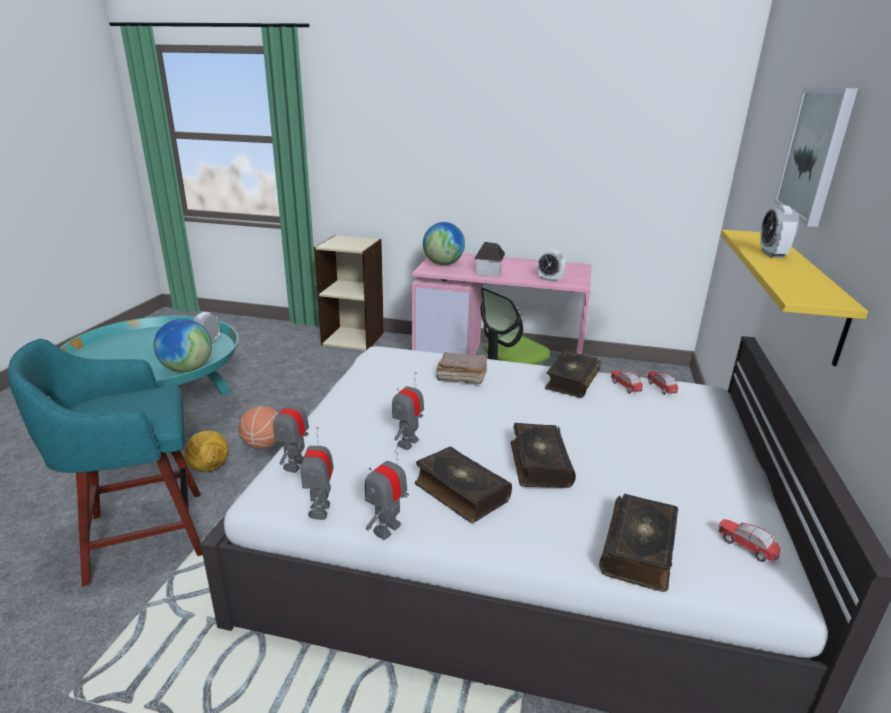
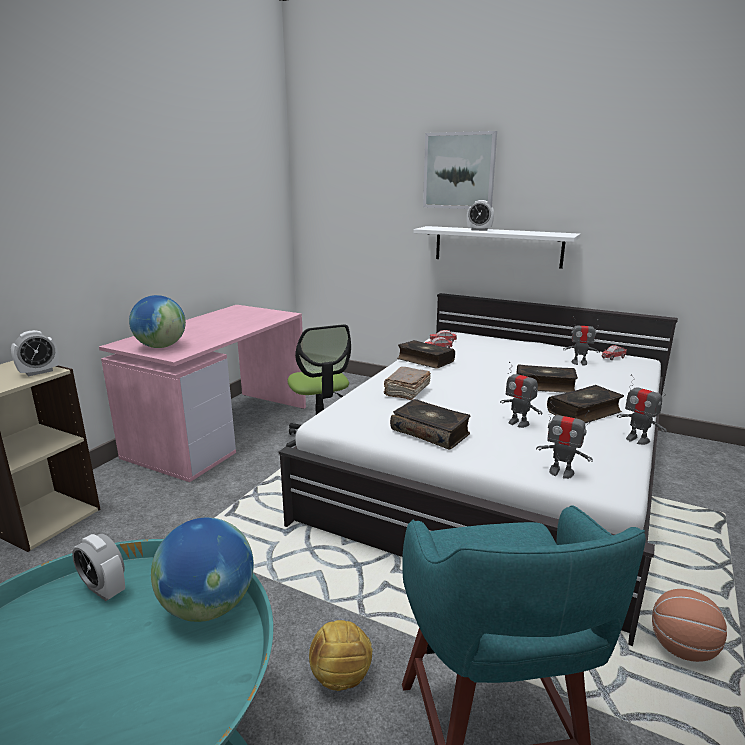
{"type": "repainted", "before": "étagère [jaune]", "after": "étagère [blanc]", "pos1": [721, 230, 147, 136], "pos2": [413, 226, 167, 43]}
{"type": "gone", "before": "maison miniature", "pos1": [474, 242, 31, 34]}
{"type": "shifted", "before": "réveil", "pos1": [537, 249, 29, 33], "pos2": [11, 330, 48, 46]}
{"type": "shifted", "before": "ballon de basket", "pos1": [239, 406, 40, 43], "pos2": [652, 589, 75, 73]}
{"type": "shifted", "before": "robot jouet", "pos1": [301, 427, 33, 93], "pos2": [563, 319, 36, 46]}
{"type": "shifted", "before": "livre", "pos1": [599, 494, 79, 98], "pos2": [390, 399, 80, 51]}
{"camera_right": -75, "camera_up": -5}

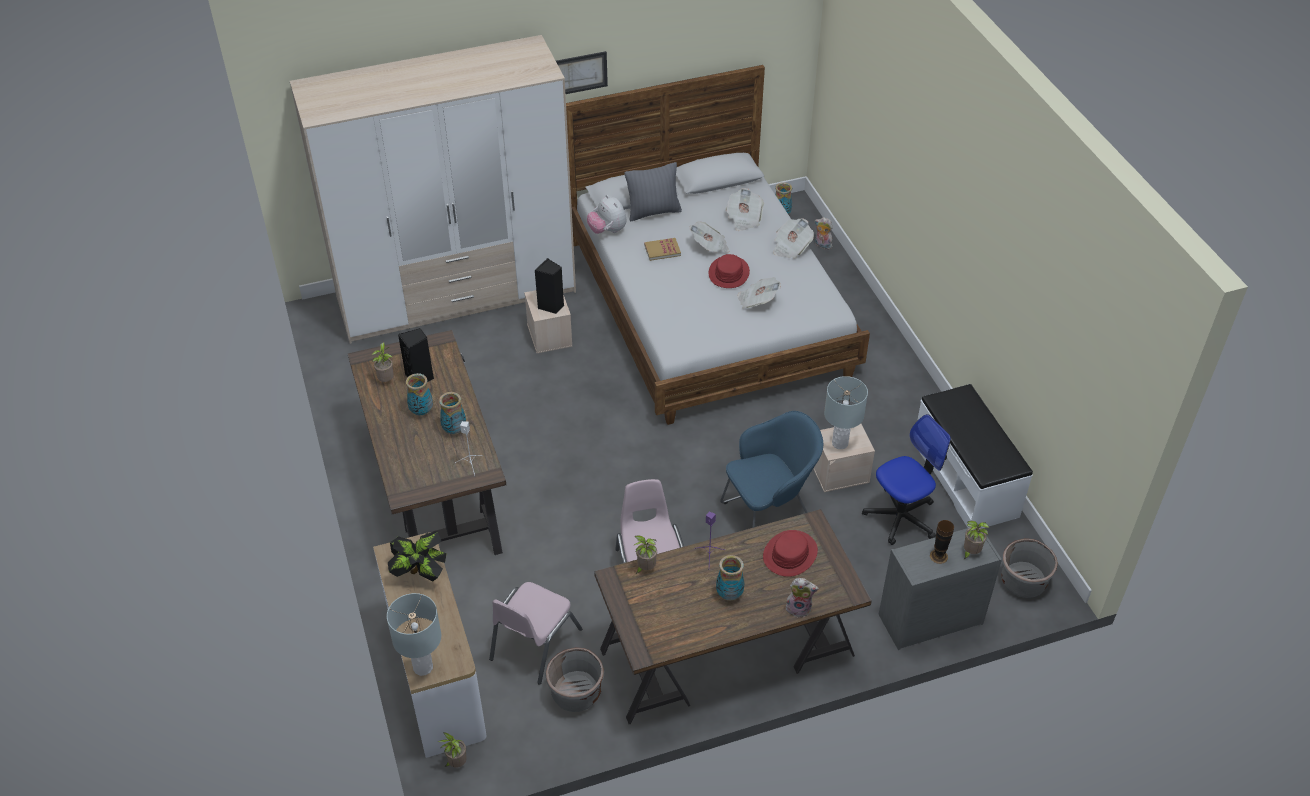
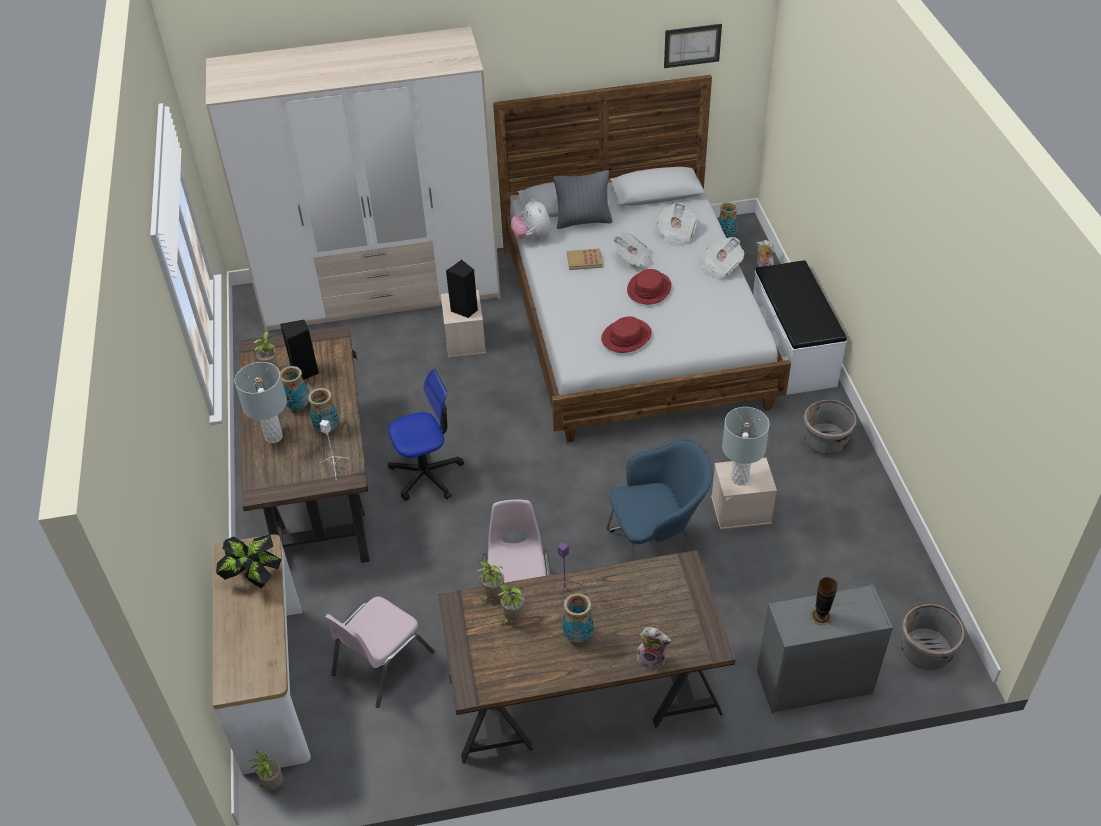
{"type": "shifted", "before": "tableau", "pos1": [556, 51, 52, 43], "pos2": [664, 24, 58, 44]}
{"type": "gone", "before": "journal", "pos1": [737, 277, 44, 32]}
{"type": "shifted", "before": "banc [blanc]", "pos1": [917, 384, 116, 144], "pos2": [753, 260, 94, 135]}
{"type": "shifted", "before": "chaise de bureau", "pos1": [862, 414, 89, 131], "pos2": [388, 369, 76, 132]}
{"type": "shifted", "before": "plante en pot", "pos1": [963, 521, 26, 39], "pos2": [497, 584, 28, 42]}
{"type": "shifted", "before": "chapeau [rouge]", "pos1": [763, 530, 55, 47], "pos2": [601, 316, 51, 37]}
{"type": "shifted", "before": "lampe de table [gris]", "pos1": [387, 593, 54, 83], "pos2": [234, 362, 53, 81]}
{"type": "shifted", "before": "cache-pot [gris]", "pos1": [545, 647, 59, 65], "pos2": [803, 399, 54, 56]}
{"camera_right": 10, "camera_up": 0}

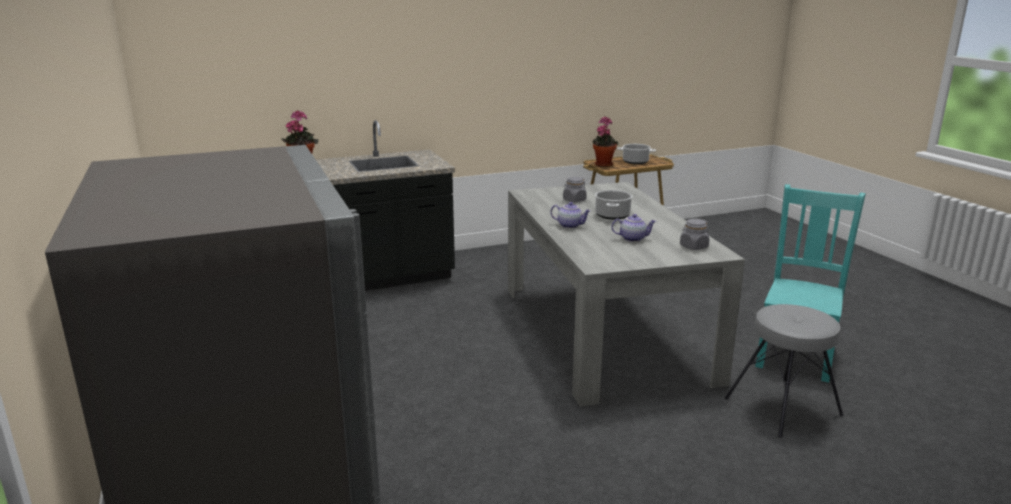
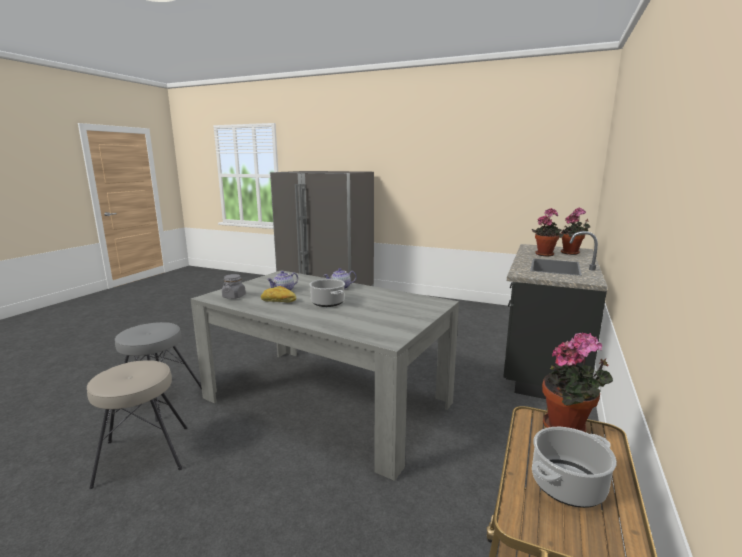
{"type": "gone", "before": "bocal [gris]", "pos1": [563, 177, 24, 25]}
{"type": "swapped", "before": "chaise [turquoise]", "after": "tabouret [beige]", "pos1": [755, 184, 111, 199], "pos2": [87, 360, 100, 129]}
{"type": "new", "after": "plante en pot", "pos2": [532, 208, 32, 48]}
{"type": "new", "after": "pain", "pos2": [261, 286, 35, 16]}
{"camera_right": 135, "camera_up": -5}

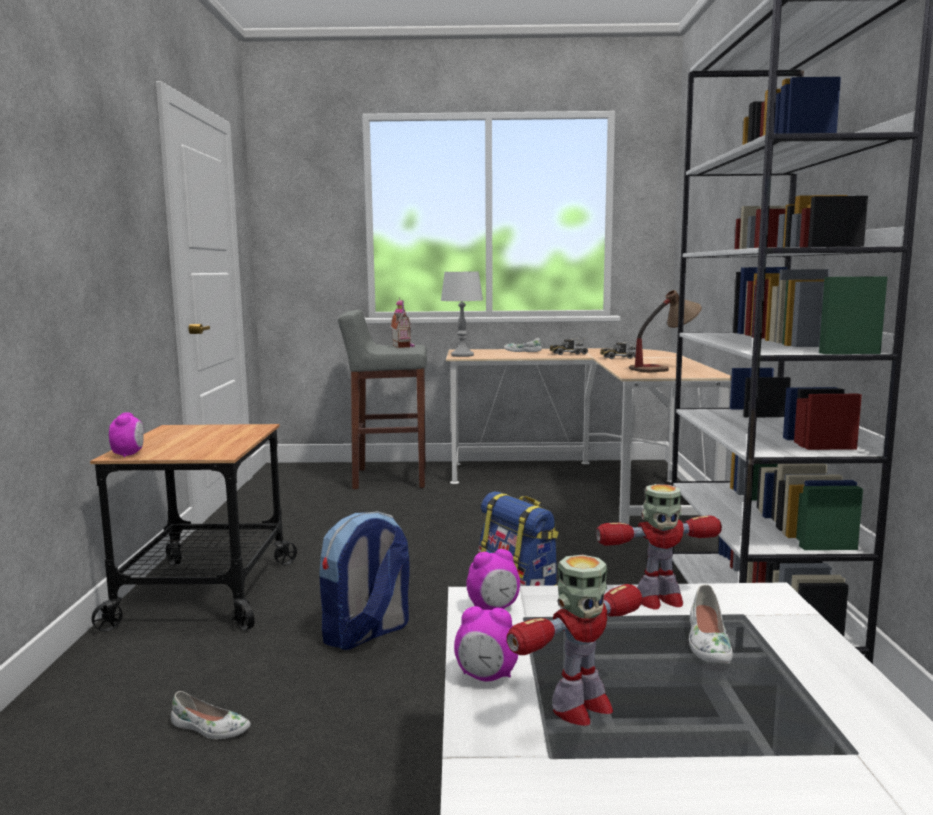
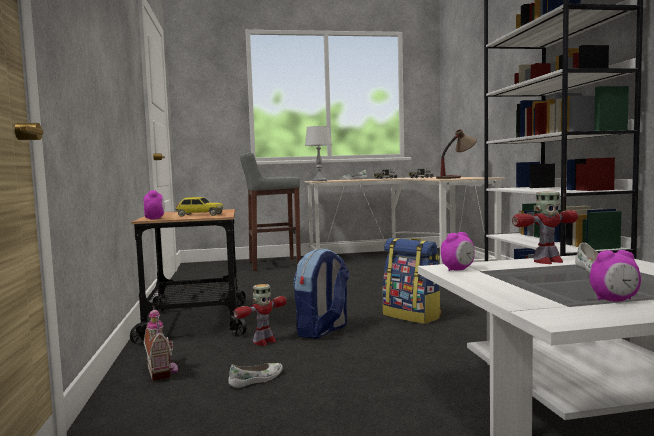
{"type": "shifted", "before": "maison miniature", "pos1": [390, 297, 25, 51], "pos2": [144, 306, 34, 76]}
{"type": "shifted", "before": "robot jouet", "pos1": [506, 555, 136, 171], "pos2": [233, 284, 54, 62]}
{"type": "shifted", "before": "réveil", "pos1": [454, 606, 64, 75], "pos2": [589, 250, 52, 52]}
{"type": "rotated", "before": "chaussure [blanc]", "pos1": [171, 691, 80, 48], "pos2": [228, 363, 55, 25], "turn": -45}
{"type": "new", "after": "petite voiture", "pos2": [175, 197, 49, 19]}
{"camera_right": -10, "camera_up": -5}

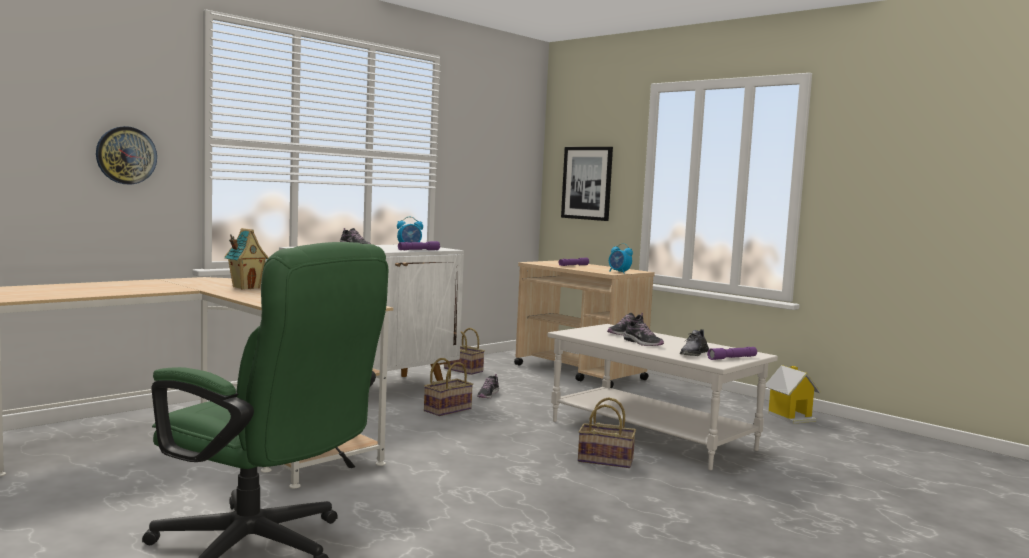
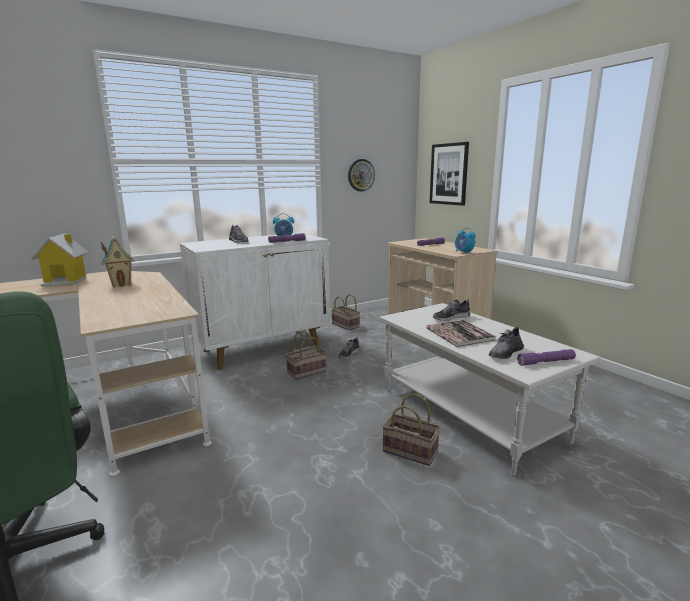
{"type": "shifted", "before": "horloge murale", "pos1": [96, 126, 61, 59], "pos2": [348, 159, 27, 32]}
{"type": "swapped", "before": "chaussure", "after": "livre", "pos1": [624, 319, 40, 27], "pos2": [426, 320, 70, 27]}
{"type": "shifted", "before": "maison miniature", "pos1": [766, 365, 55, 59], "pos2": [31, 233, 58, 54]}
{"camera_right": 15, "camera_up": 10}

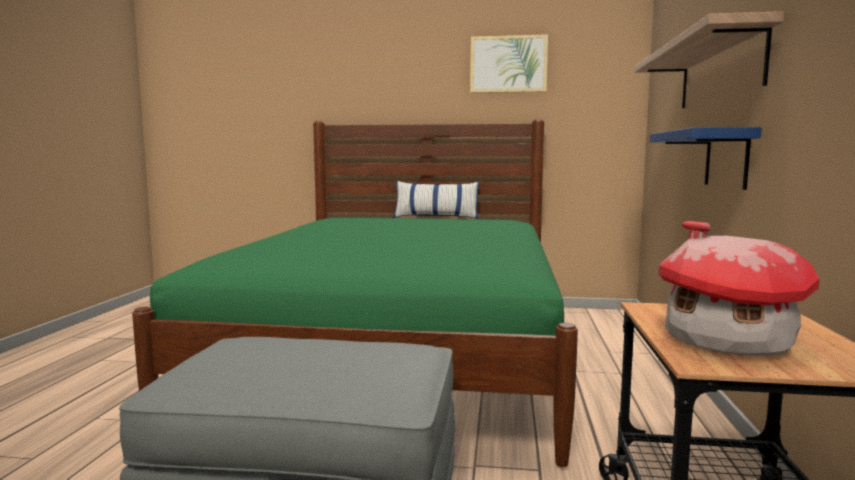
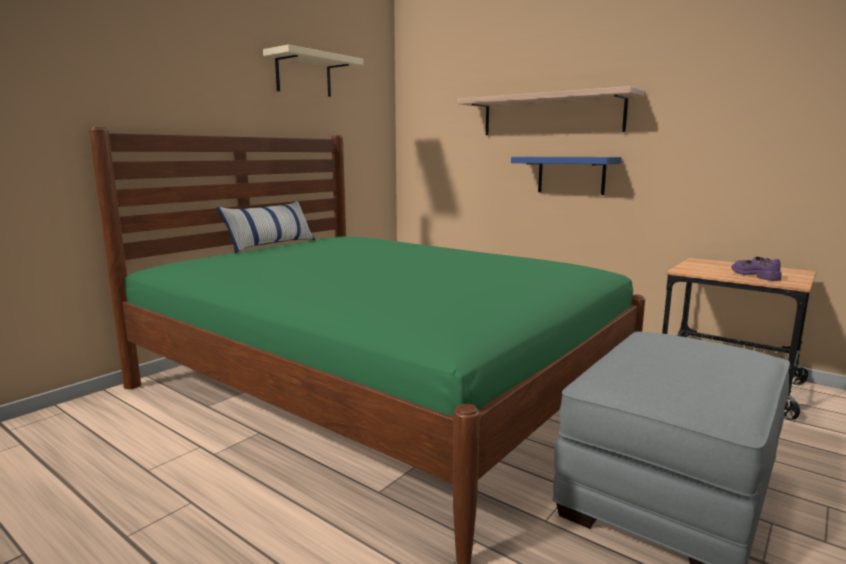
{"type": "swapped", "before": "tableau", "after": "étagère [beige]", "pos1": [470, 34, 78, 59], "pos2": [263, 44, 101, 53]}
{"type": "swapped", "before": "maison miniature", "after": "chaussure [violet]", "pos1": [658, 221, 161, 135], "pos2": [731, 257, 51, 24]}
{"camera_right": -60, "camera_up": 5}

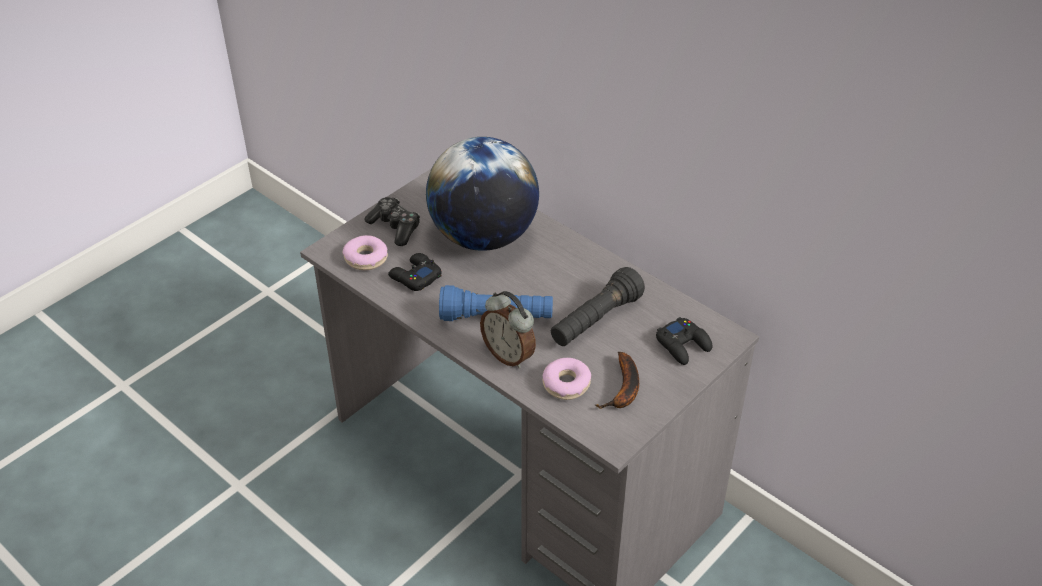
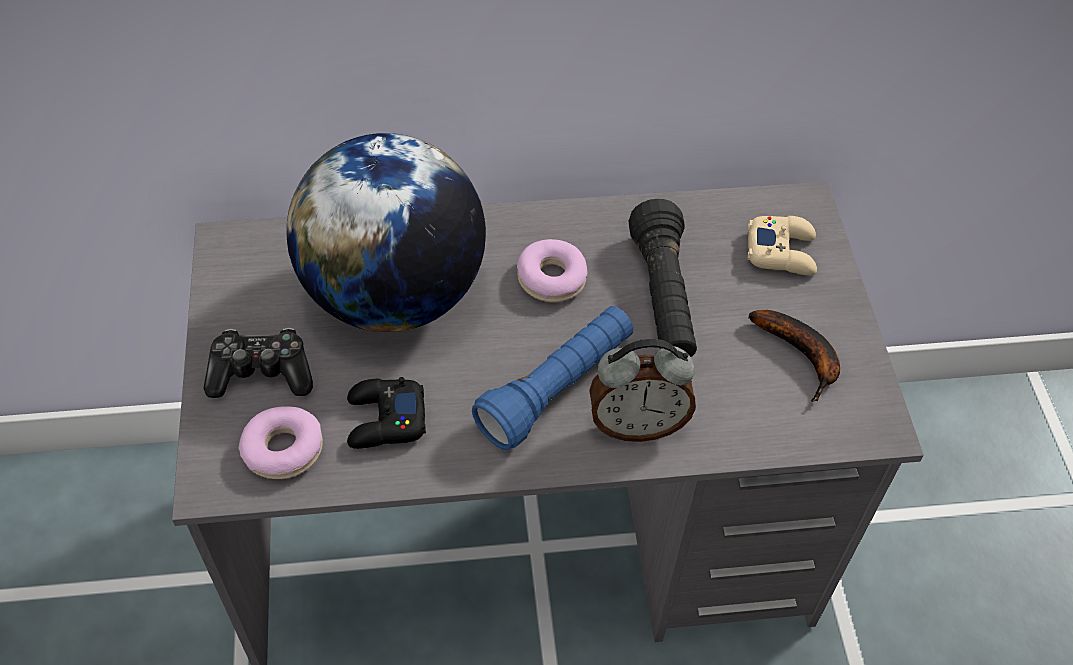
{"type": "repainted", "before": "manette [noir]", "after": "manette [beige]", "pos1": [656, 317, 56, 48], "pos2": [748, 216, 69, 60]}
{"type": "shifted", "before": "beignet", "pos1": [543, 358, 48, 42], "pos2": [517, 239, 71, 63]}
{"camera_right": -50, "camera_up": 10}

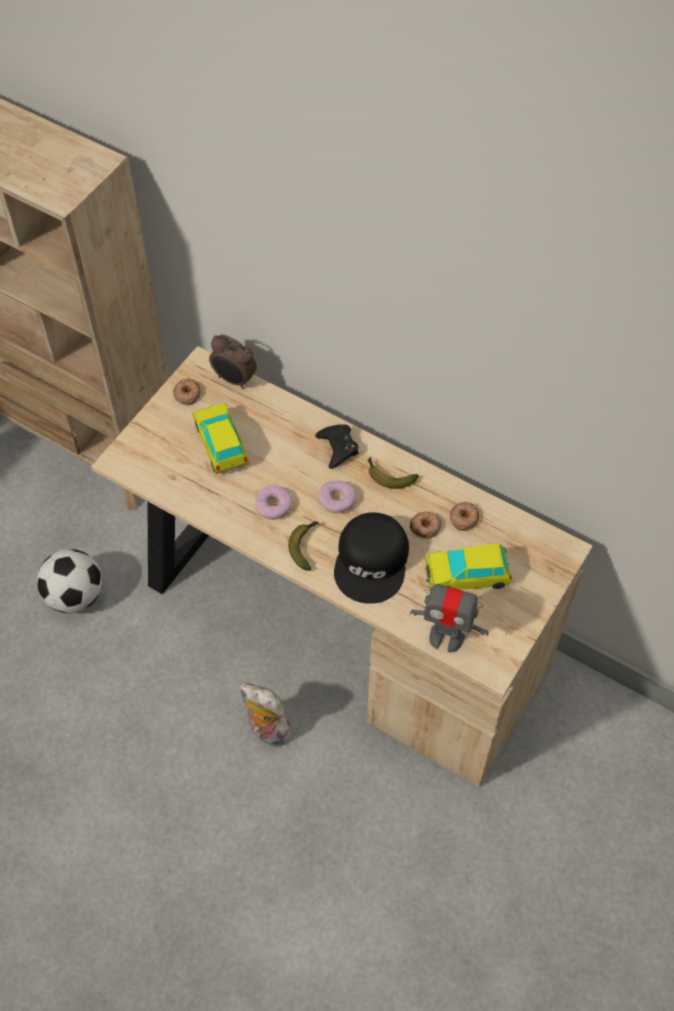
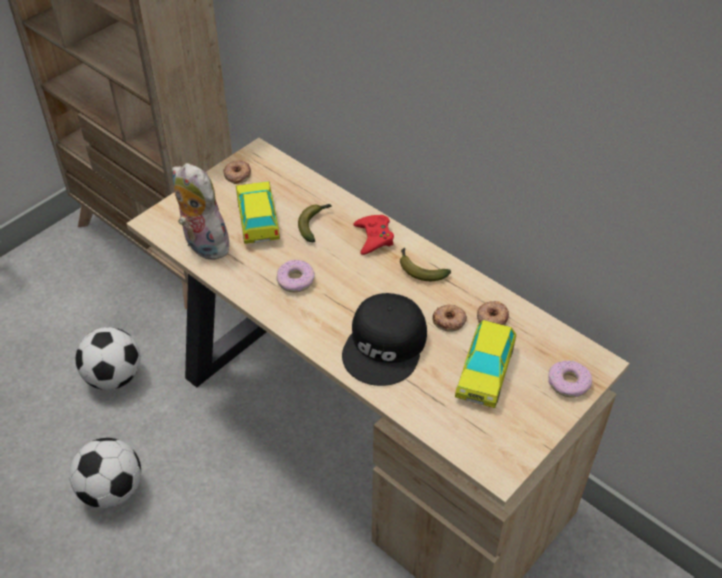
{"type": "gone", "before": "réveil", "pos1": [209, 334, 48, 55]}
{"type": "repainted", "before": "manette [noir]", "after": "manette [rouge]", "pos1": [315, 424, 43, 45], "pos2": [353, 215, 41, 40]}
{"type": "shifted", "before": "beignet", "pos1": [319, 480, 37, 33], "pos2": [548, 361, 44, 37]}
{"type": "shifted", "before": "banane", "pos1": [288, 521, 31, 50], "pos2": [298, 204, 34, 38]}
{"type": "rotated", "before": "petite voiture", "pos1": [425, 544, 87, 48], "pos2": [455, 320, 61, 88], "turn": -75}
{"type": "gone", "before": "robot jouet", "pos1": [410, 579, 79, 74]}
{"type": "shifted", "before": "peluche", "pos1": [240, 684, 52, 62], "pos2": [172, 163, 60, 97]}
{"type": "new", "after": "ballon de foot", "pos2": [69, 438, 72, 70]}
{"camera_right": 10, "camera_up": -10}

